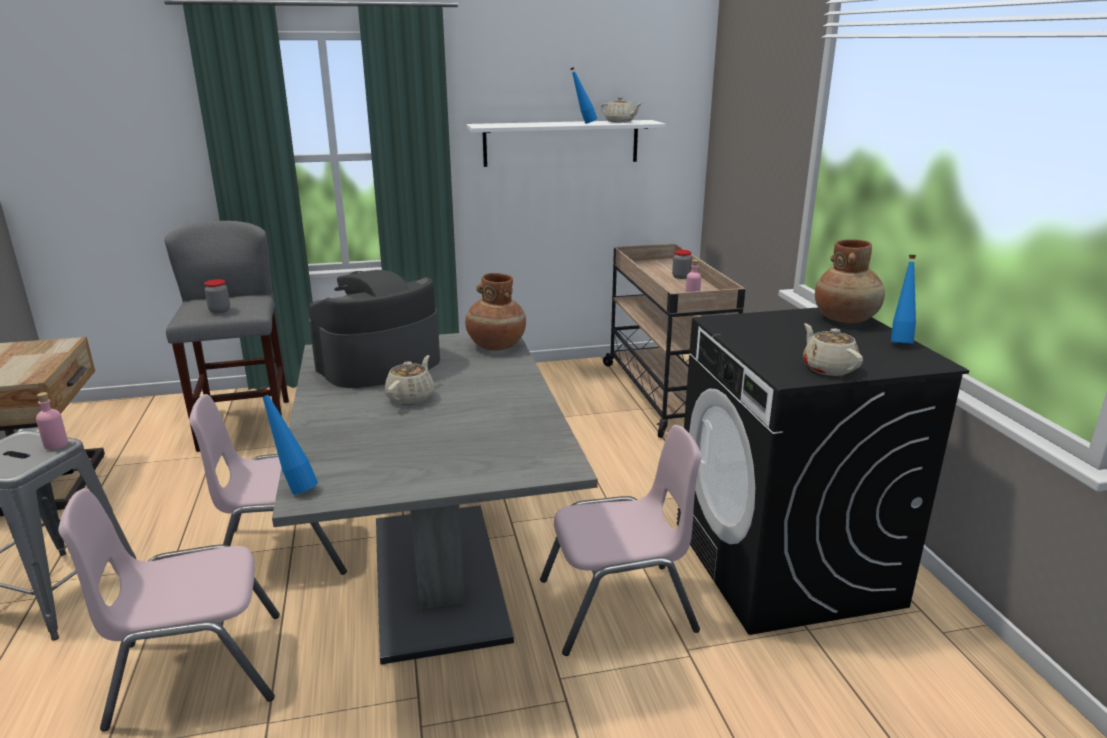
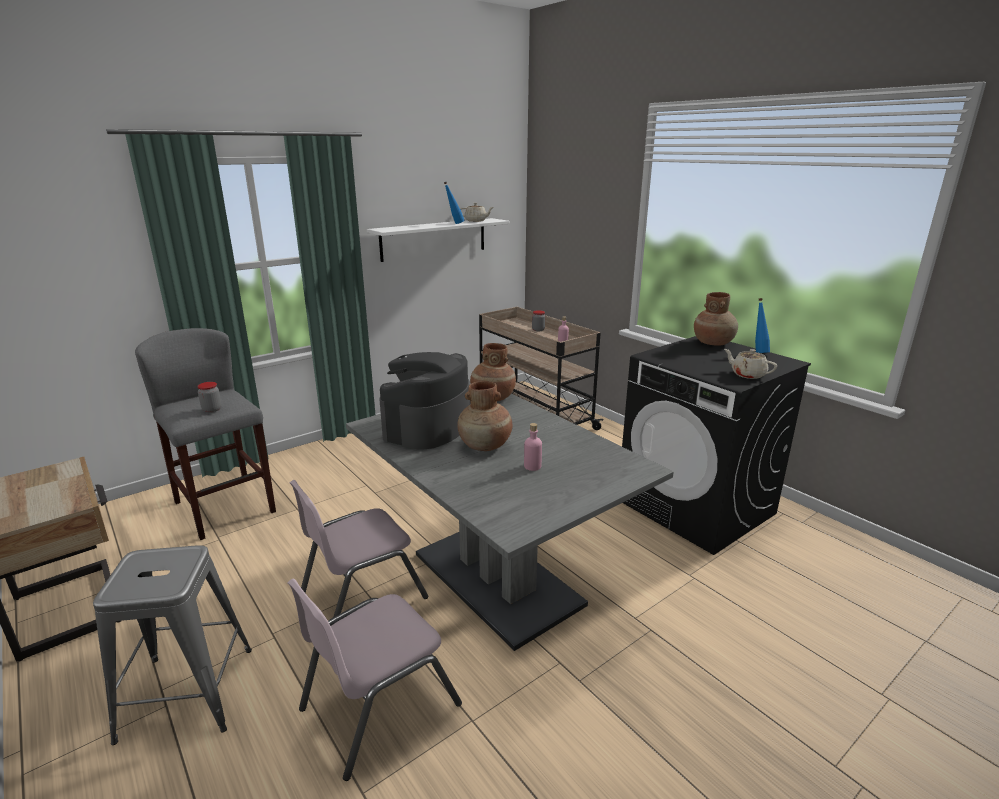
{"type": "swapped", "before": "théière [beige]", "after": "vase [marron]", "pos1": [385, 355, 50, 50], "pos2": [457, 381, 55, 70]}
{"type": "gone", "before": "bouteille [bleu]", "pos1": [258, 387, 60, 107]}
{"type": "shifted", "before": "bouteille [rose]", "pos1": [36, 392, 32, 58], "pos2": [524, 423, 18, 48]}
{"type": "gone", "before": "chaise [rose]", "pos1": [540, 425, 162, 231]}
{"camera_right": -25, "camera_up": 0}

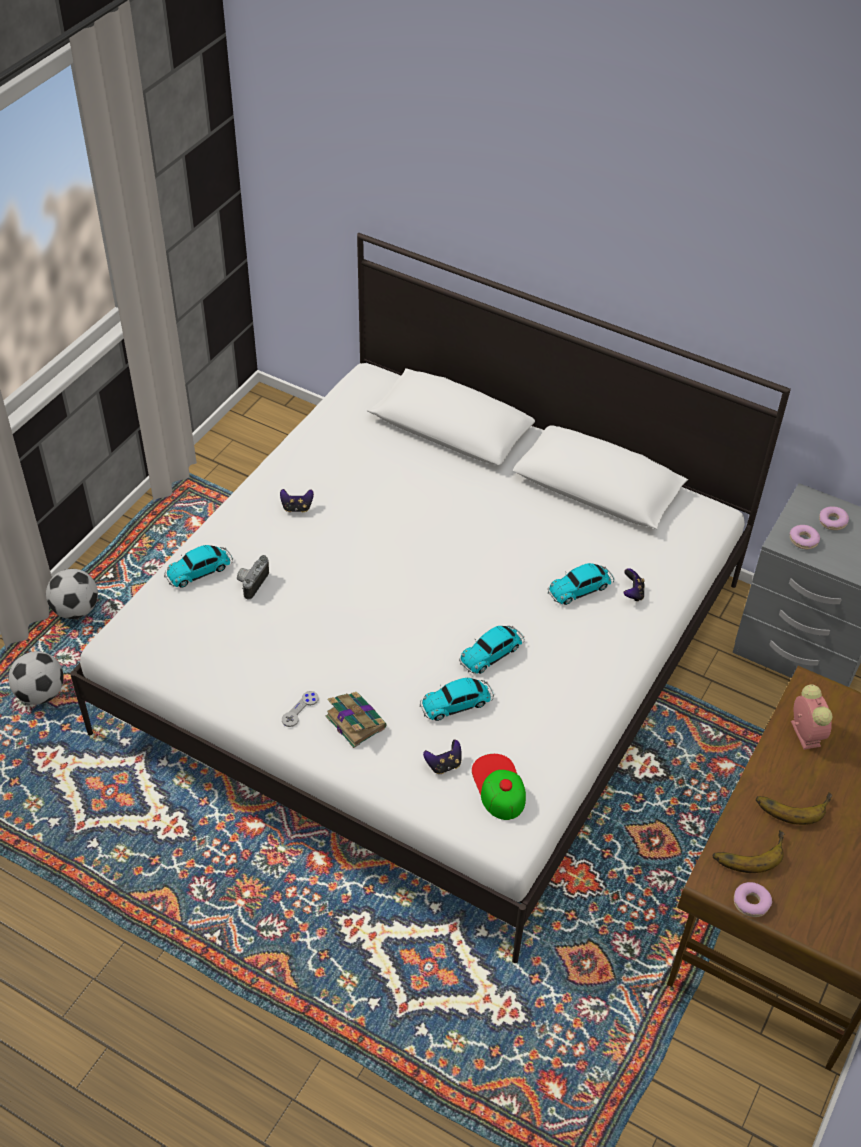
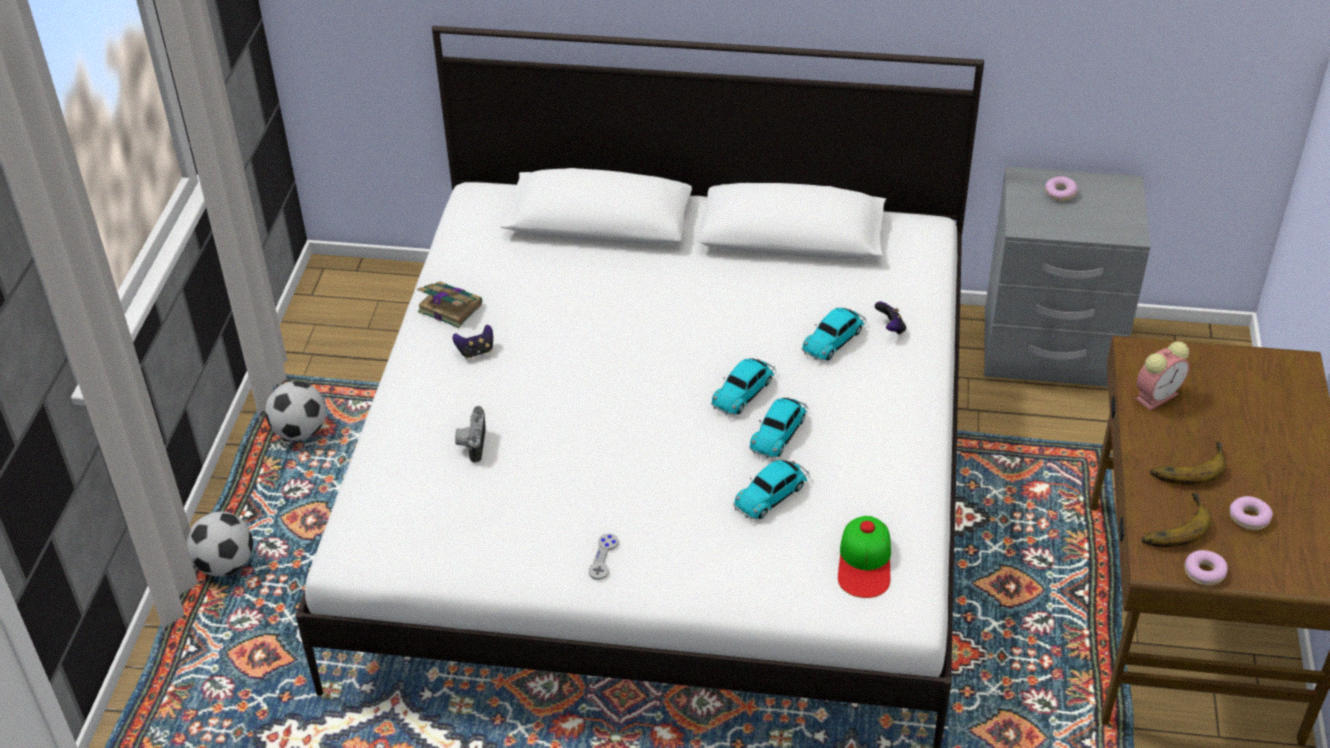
{"type": "shifted", "before": "beignet", "pos1": [790, 525, 30, 24], "pos2": [1230, 496, 43, 34]}
{"type": "shifted", "before": "petite voiture", "pos1": [164, 545, 69, 43], "pos2": [711, 358, 65, 57]}
{"type": "shifted", "before": "ballon de foot", "pos1": [8, 651, 56, 54], "pos2": [265, 381, 61, 60]}
{"type": "rotated", "before": "réveil", "pos1": [791, 684, 42, 66], "pos2": [1136, 342, 53, 68], "turn": 90}
{"type": "shifted", "before": "livre", "pos1": [326, 692, 61, 56], "pos2": [417, 281, 65, 47]}
{"type": "gone", "before": "manette", "pos1": [423, 740, 39, 34]}
{"type": "rotated", "before": "casquette", "pos1": [472, 754, 54, 66], "pos2": [838, 516, 53, 82], "turn": -135}
{"camera_right": -20, "camera_up": -5}

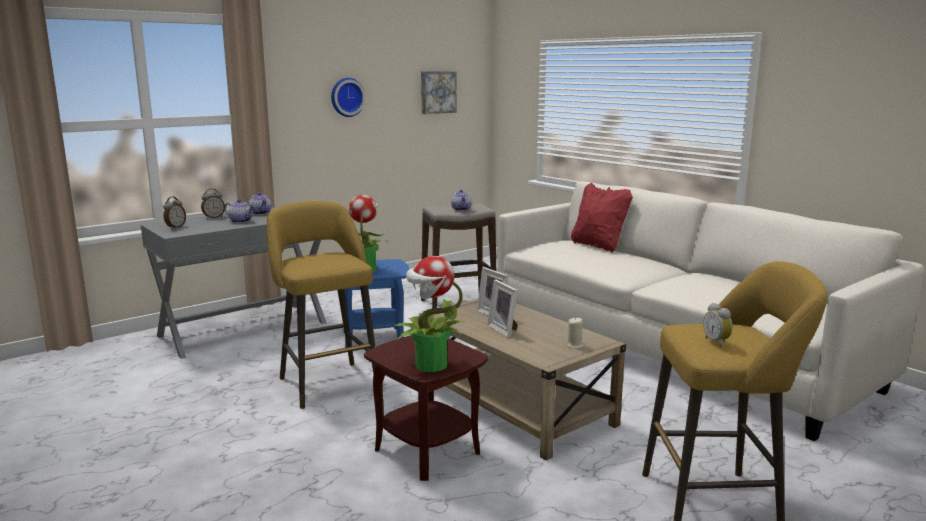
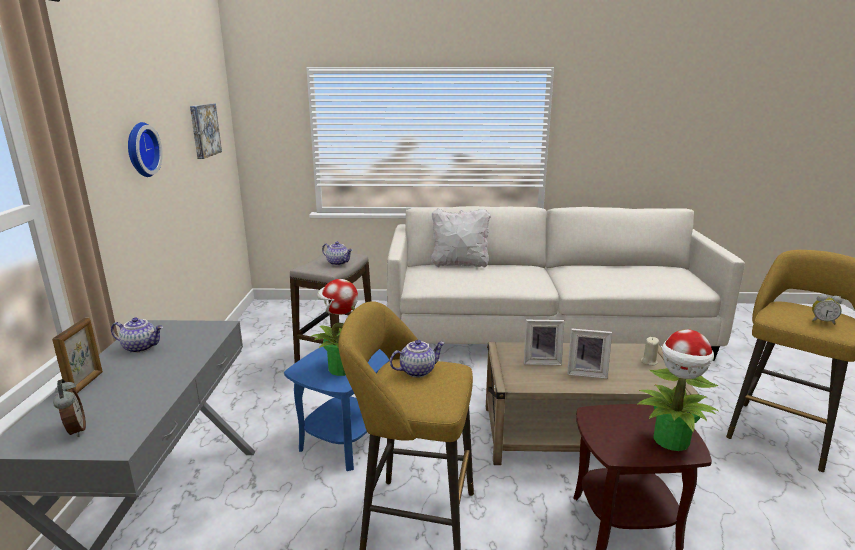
{"type": "repainted", "before": "coussin [rouge]", "after": "coussin [blanc]", "pos1": [571, 183, 62, 70], "pos2": [431, 208, 60, 60]}
{"type": "swapped", "before": "réveil", "after": "cadre photo", "pos1": [201, 189, 24, 30], "pos2": [52, 318, 51, 75]}
{"type": "shifted", "before": "théière", "pos1": [224, 199, 31, 24], "pos2": [390, 340, 55, 37]}
{"camera_right": -50, "camera_up": 5}

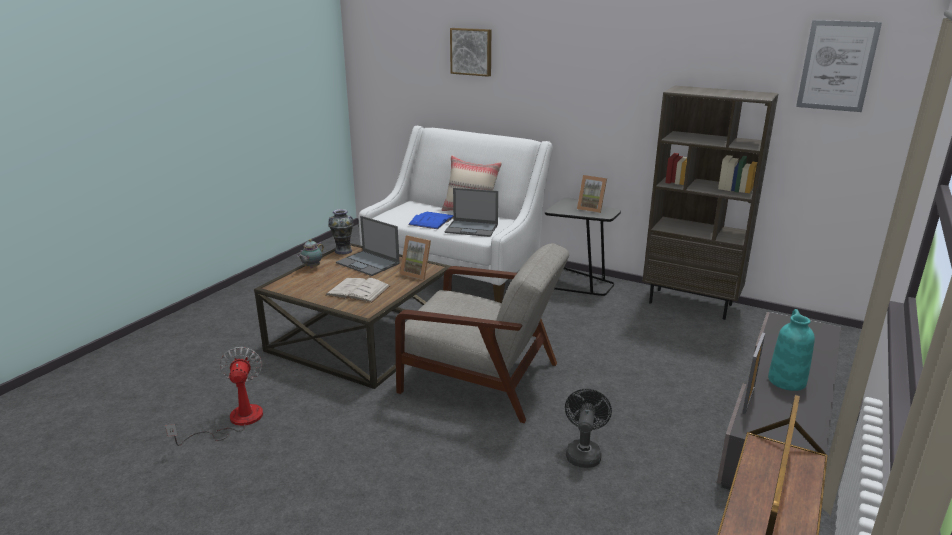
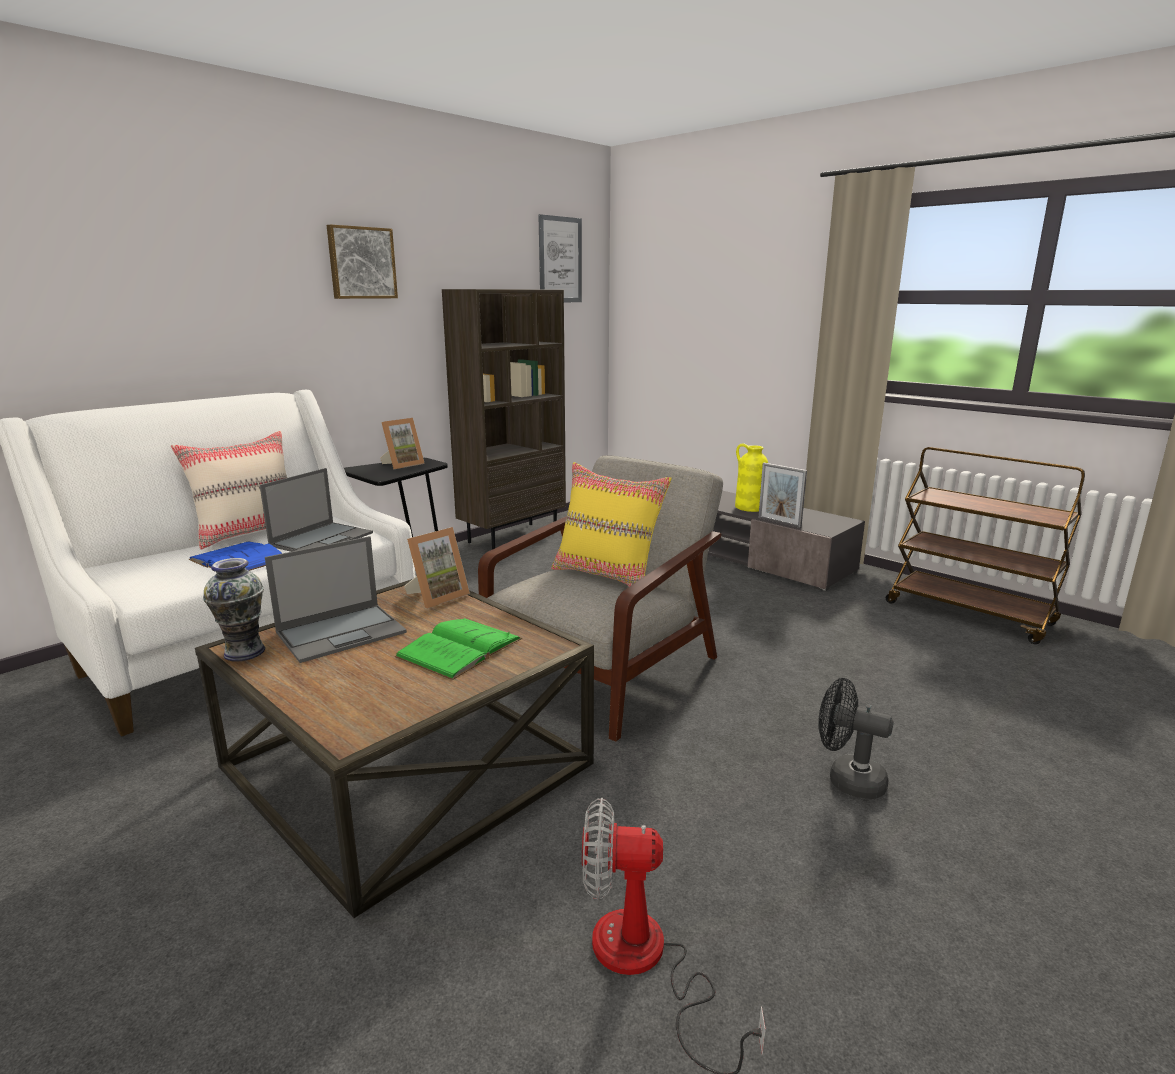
{"type": "shifted", "before": "tableau", "pos1": [450, 28, 41, 49], "pos2": [327, 224, 71, 75]}
{"type": "gone", "before": "théière", "pos1": [297, 239, 27, 29]}
{"type": "repainted", "before": "livre [blanc]", "after": "livre [vert]", "pos1": [326, 278, 64, 25], "pos2": [394, 618, 128, 62]}
{"type": "repainted", "before": "vase [turquoise]", "after": "vase [jaune]", "pos1": [768, 309, 47, 82], "pos2": [735, 443, 33, 69]}
{"type": "shifted", "before": "ventilateur [noir]", "pos1": [565, 389, 47, 79], "pos2": [818, 678, 76, 121]}
{"type": "new", "after": "coussin [jaune]", "pos2": [551, 462, 121, 125]}
{"camera_right": -75, "camera_up": -5}

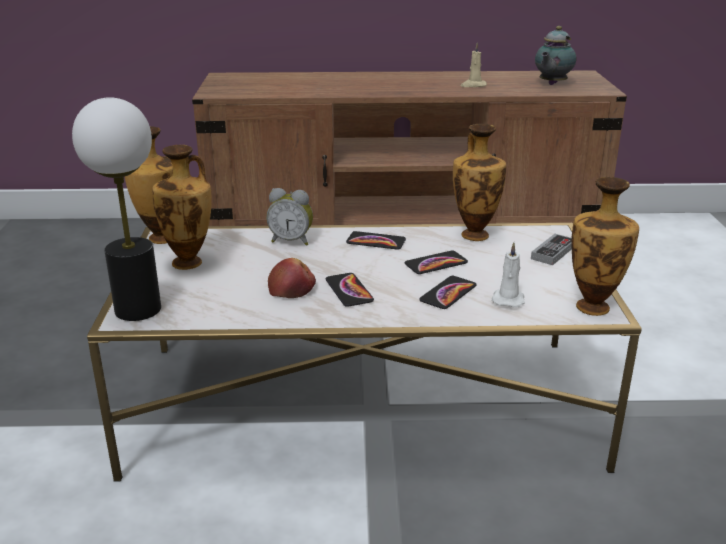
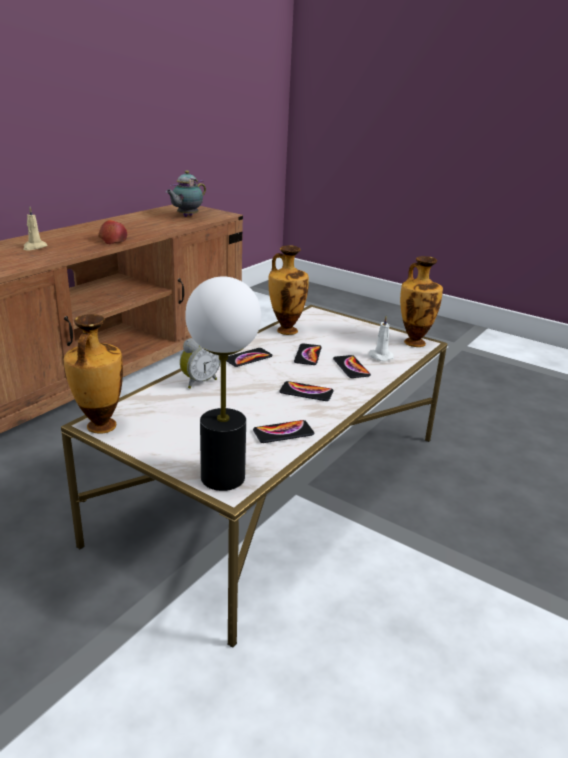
{"type": "rotated", "before": "théière", "pos1": [535, 26, 41, 59], "pos2": [166, 170, 40, 47], "turn": 60}
{"type": "shifted", "before": "bougie [beige]", "pos1": [461, 43, 26, 44], "pos2": [23, 207, 24, 43]}
{"type": "gone", "before": "vase", "pos1": [152, 145, 60, 125]}
{"type": "gone", "before": "manette", "pos1": [531, 234, 41, 31]}
{"type": "shifted", "before": "pomme", "pos1": [268, 258, 48, 40], "pos2": [98, 220, 29, 24]}
{"type": "new", "after": "téléphone", "pos2": [253, 420, 61, 23]}
{"camera_right": -55, "camera_up": 0}

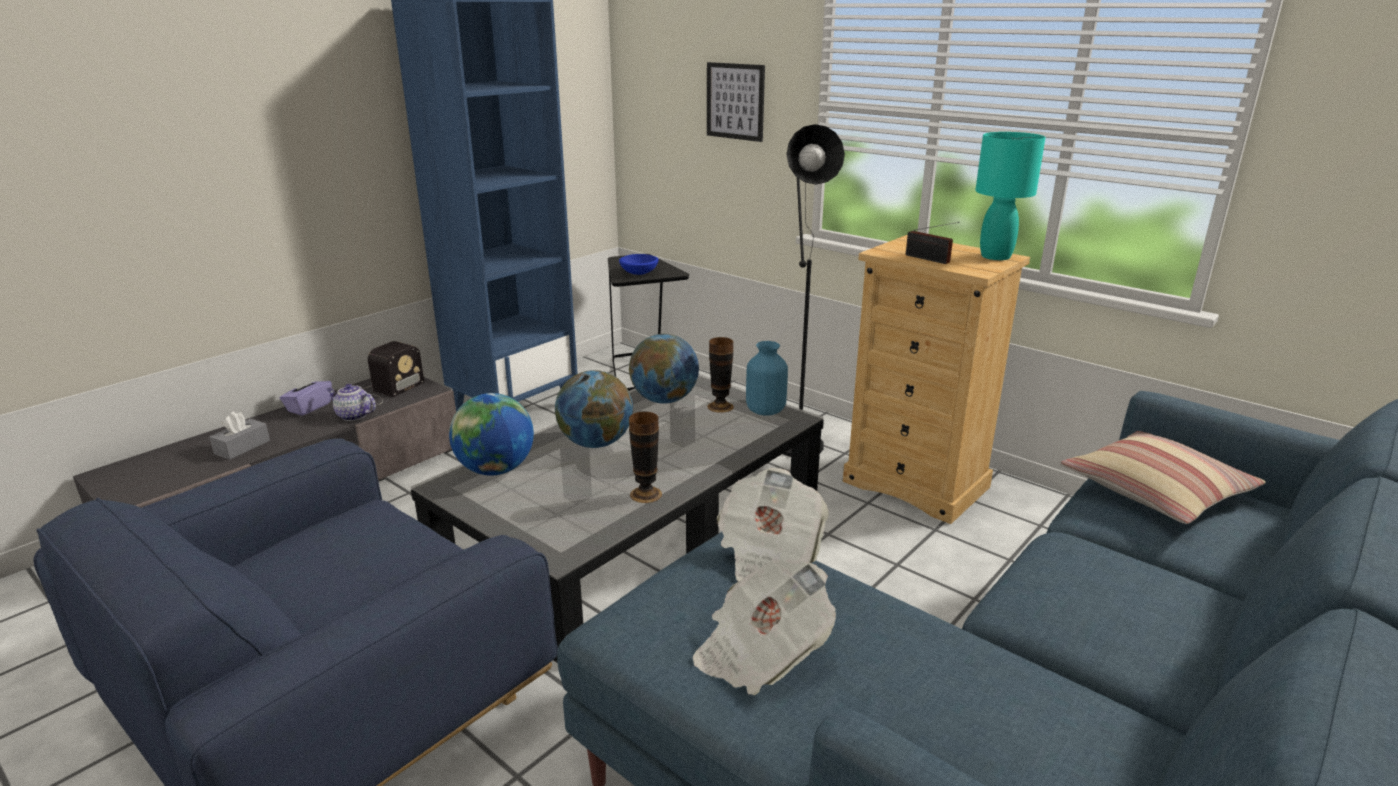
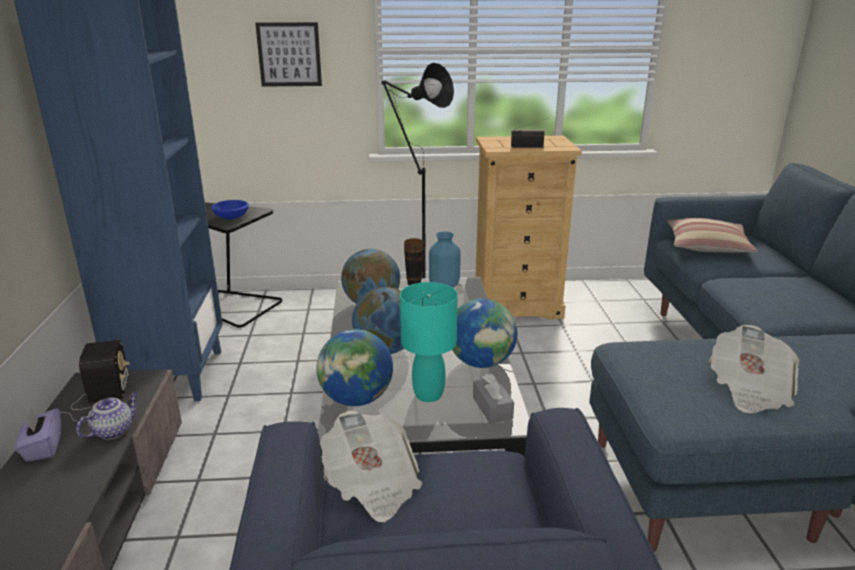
{"type": "shifted", "before": "lampe de table [turquoise]", "pos1": [976, 132, 70, 128], "pos2": [400, 282, 58, 120]}
{"type": "rotated", "before": "théière", "pos1": [326, 384, 50, 37], "pos2": [76, 392, 62, 48], "turn": 150}
{"type": "shifted", "before": "boîte à mouchoirs [gris]", "pos1": [209, 411, 61, 49], "pos2": [473, 374, 41, 50]}
{"type": "swapped", "before": "vase", "after": "globe", "pos1": [629, 412, 33, 91], "pos2": [452, 298, 65, 70]}
{"type": "shifted", "before": "journal", "pos1": [717, 468, 112, 114], "pos2": [320, 410, 102, 112]}
{"camera_right": -45, "camera_up": 0}

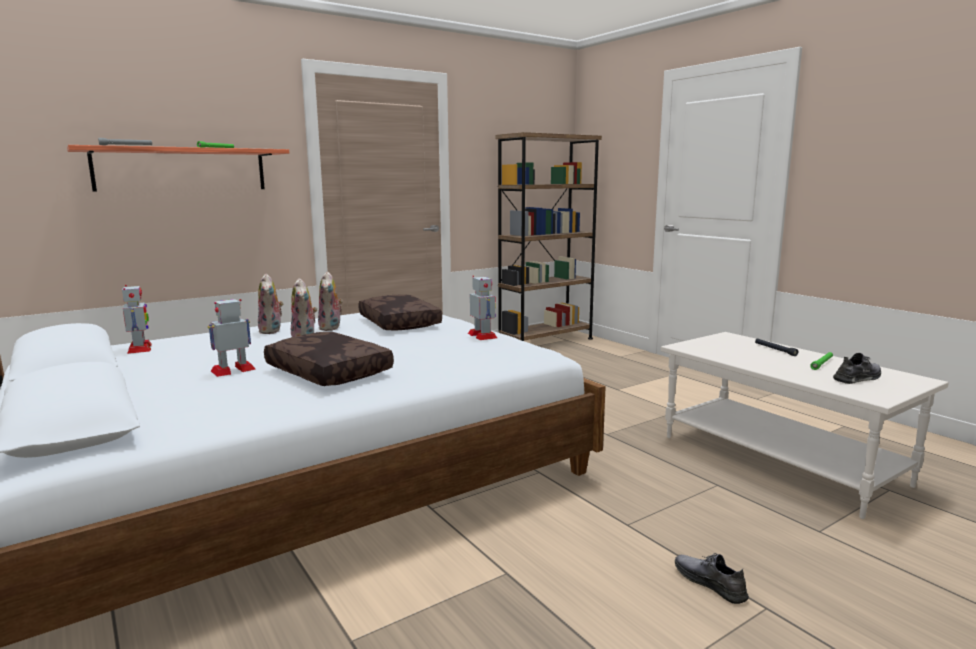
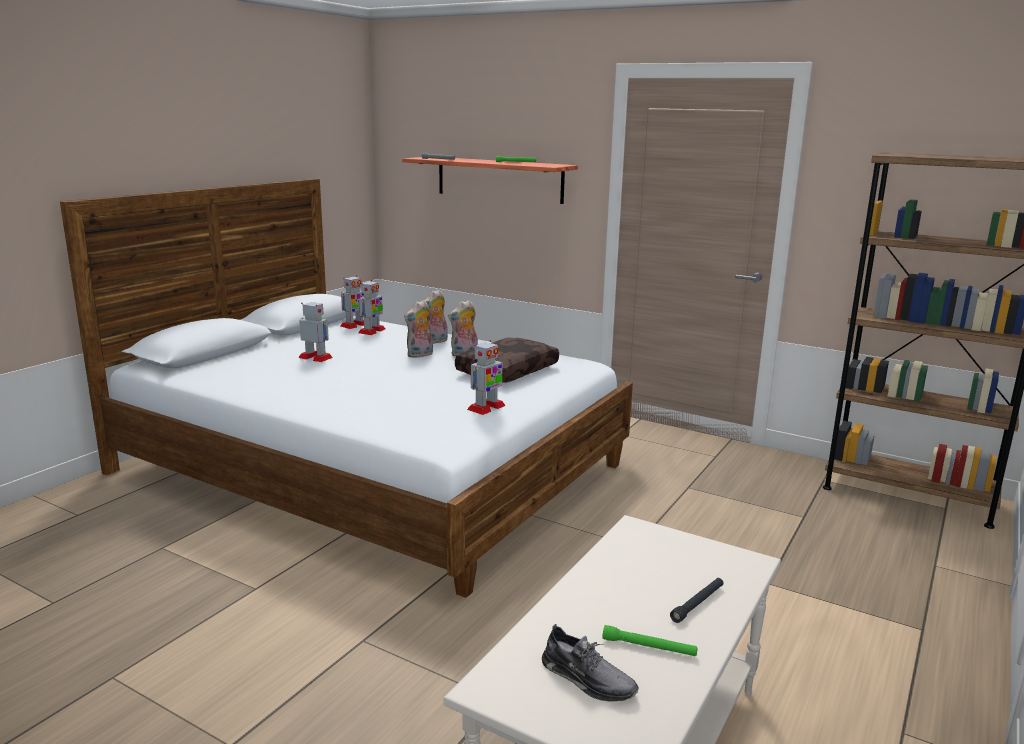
{"type": "gone", "before": "coussin [marron]", "pos1": [264, 332, 130, 54]}
{"type": "gone", "before": "chaussure [gris]", "pos1": [675, 553, 74, 51]}
{"type": "new", "after": "robot jouet", "pos2": [358, 280, 27, 55]}
{"camera_right": 65, "camera_up": 5}

